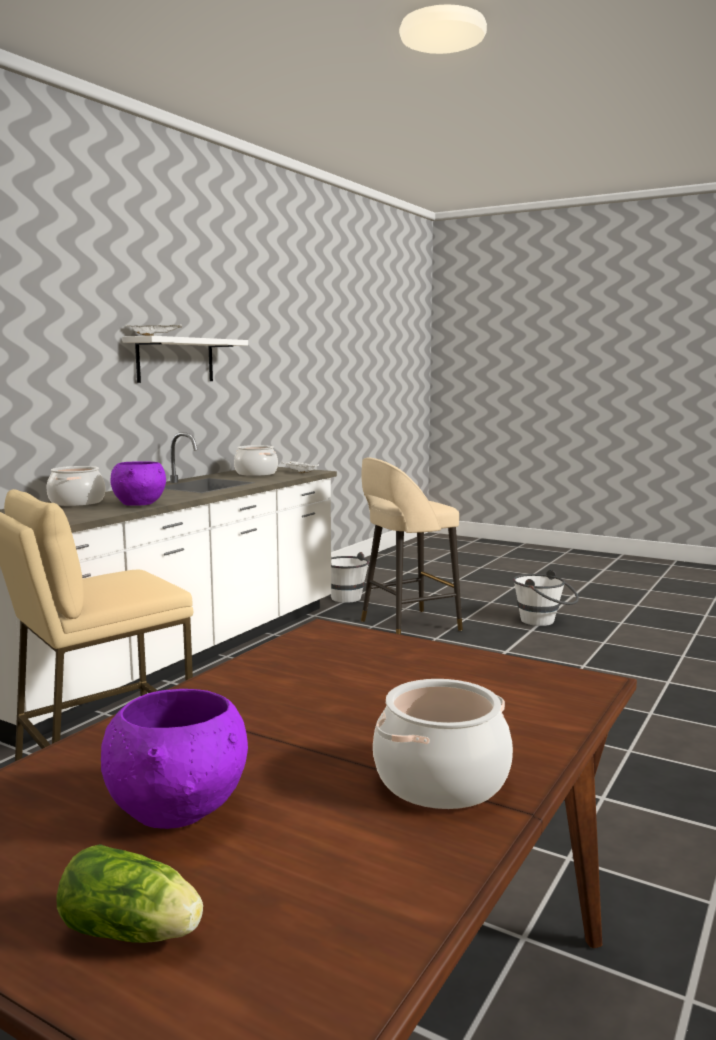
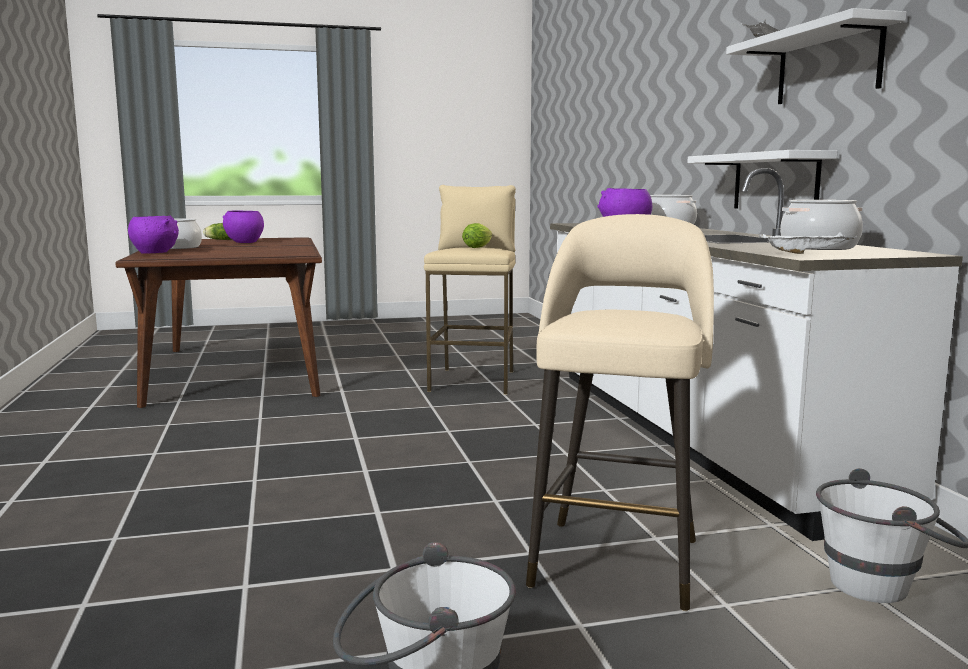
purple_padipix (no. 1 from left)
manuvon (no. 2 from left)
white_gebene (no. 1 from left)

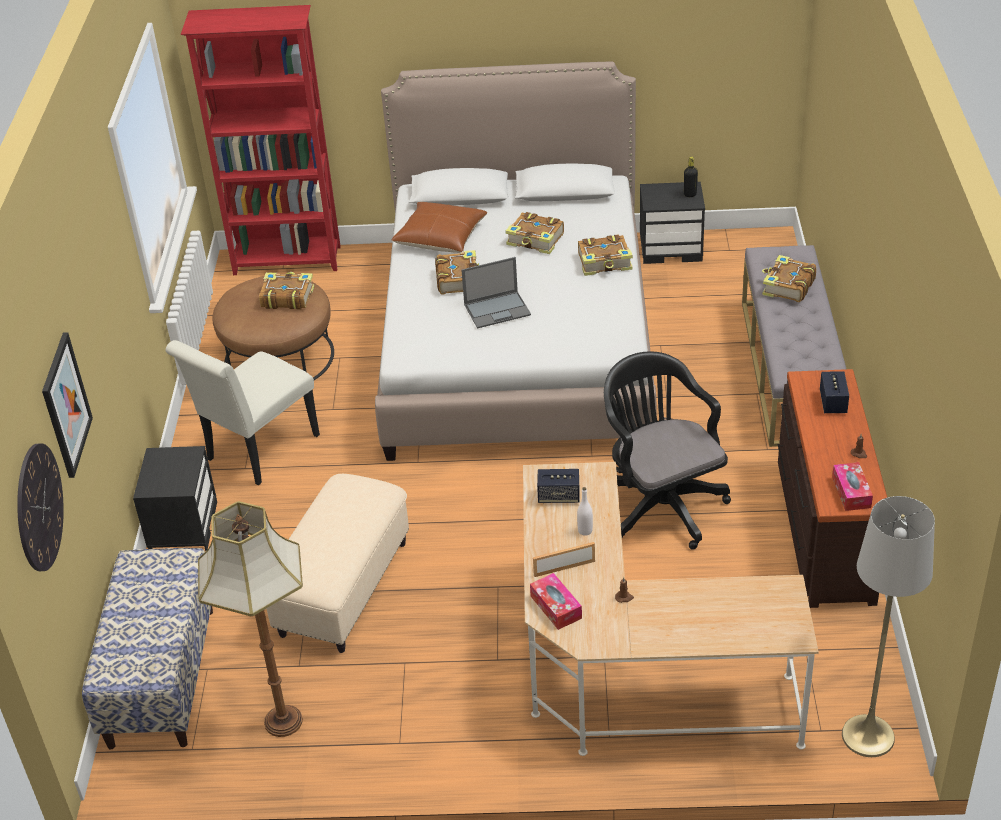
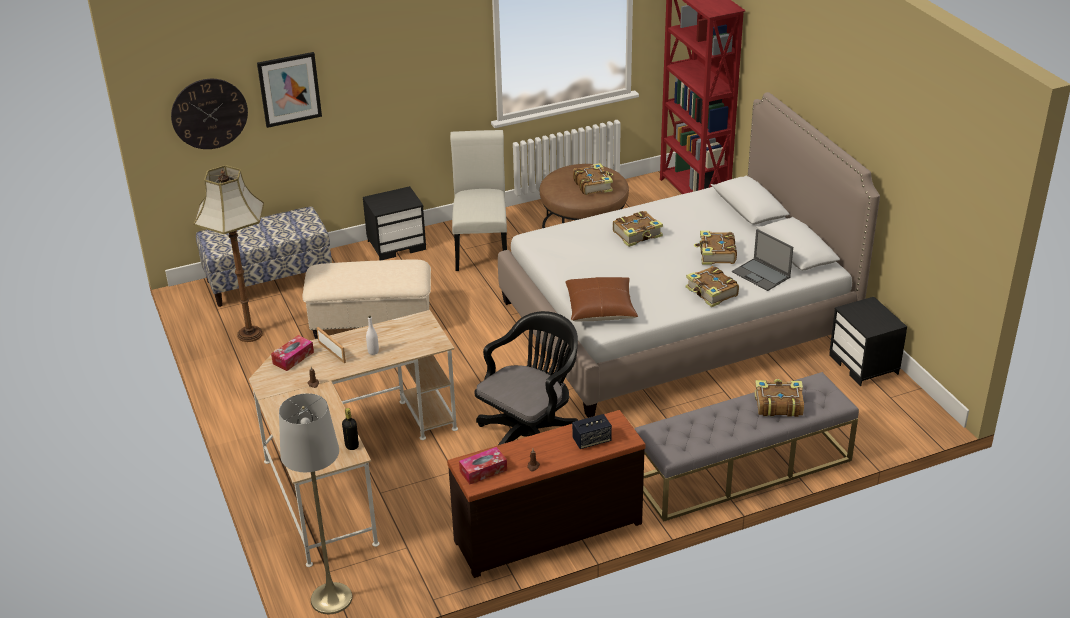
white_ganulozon
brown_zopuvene
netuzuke
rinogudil (no. 1 from left in the first image)
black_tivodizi

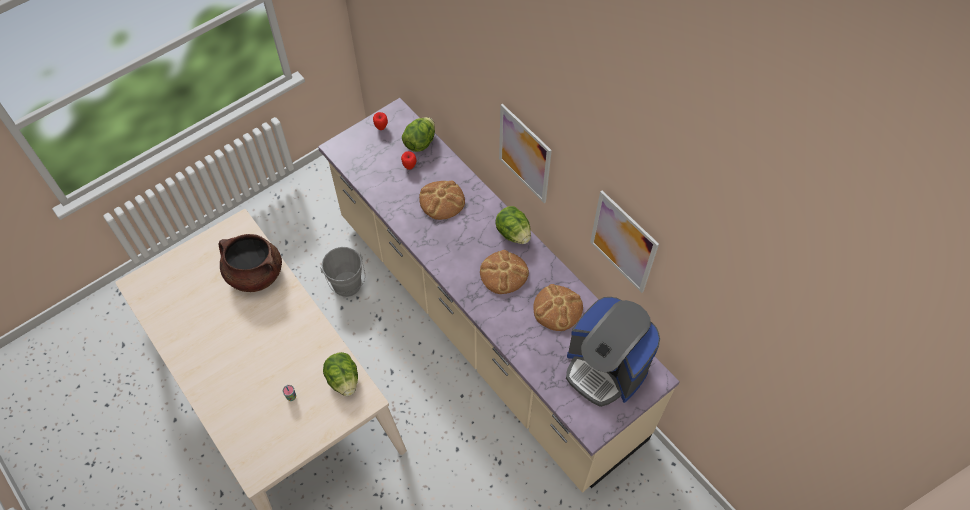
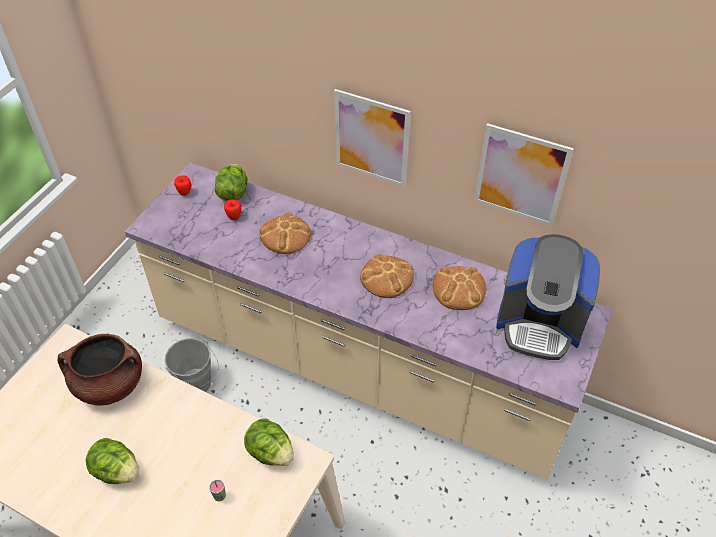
manuvon (no. 1 from left)

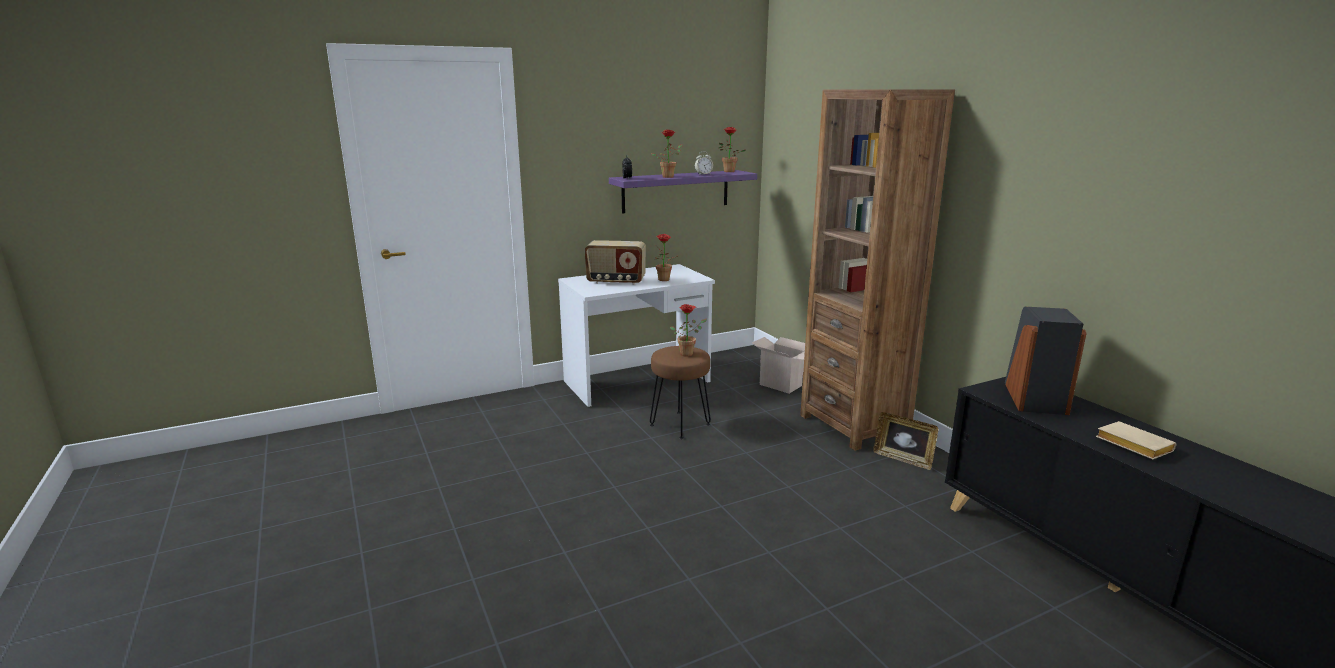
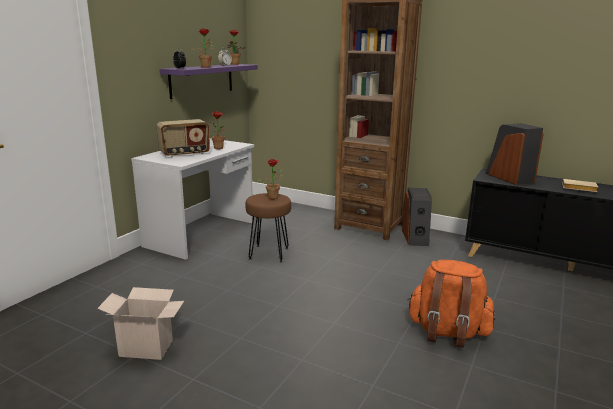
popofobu
rinogudil (no. 1 from left)
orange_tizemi

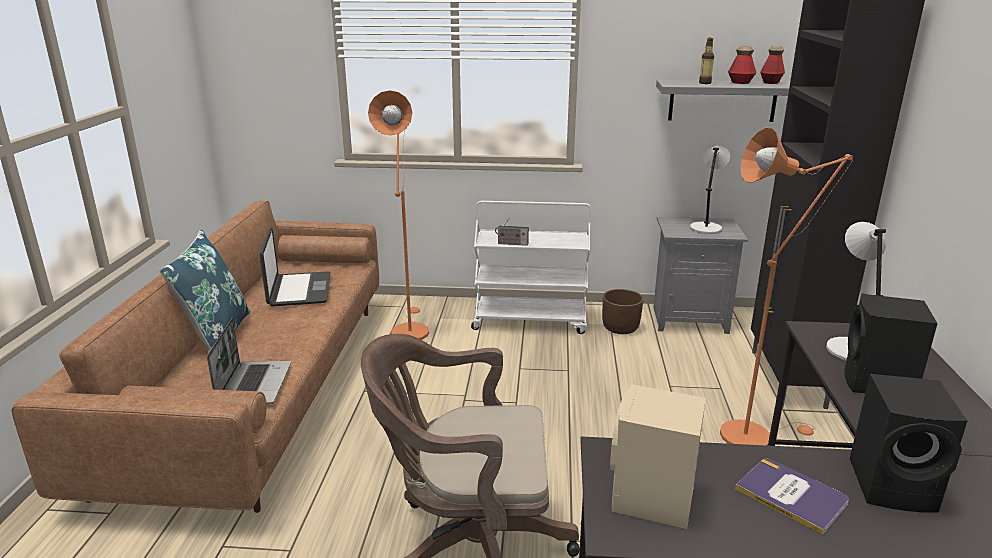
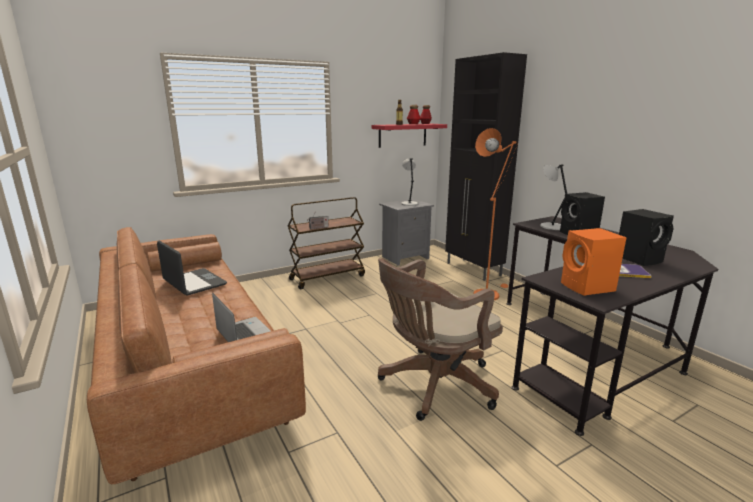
blue_zopuvene
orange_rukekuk (no. 1 from left in the first image)
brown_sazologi
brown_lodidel
orange_rinogudil
red_gebene

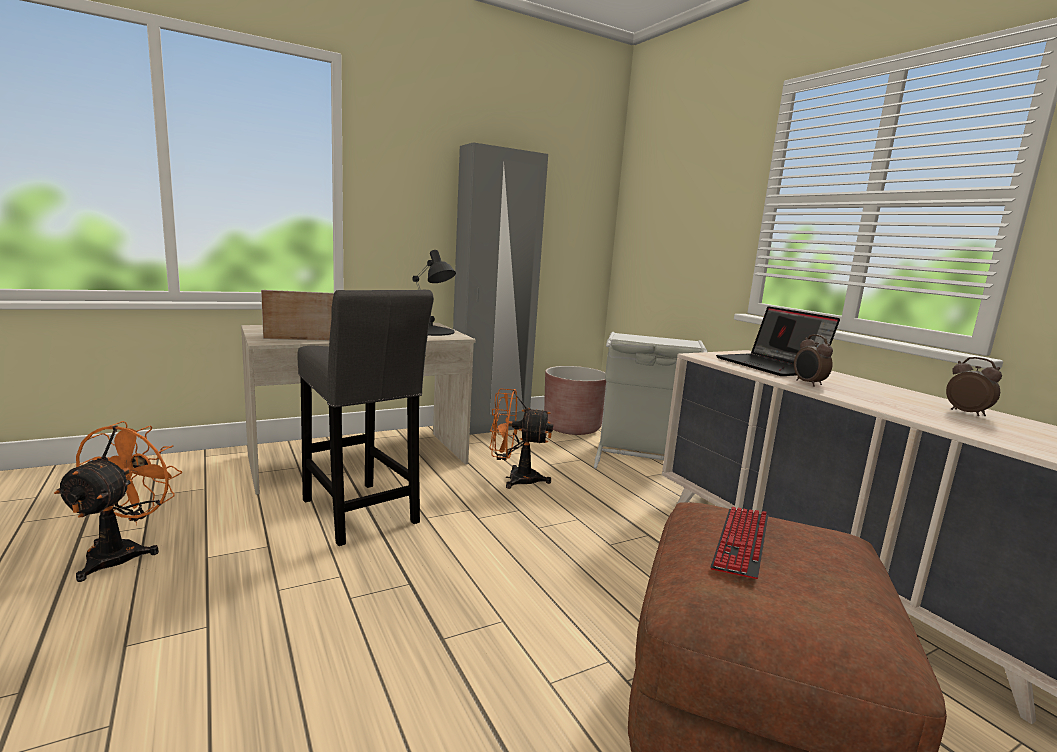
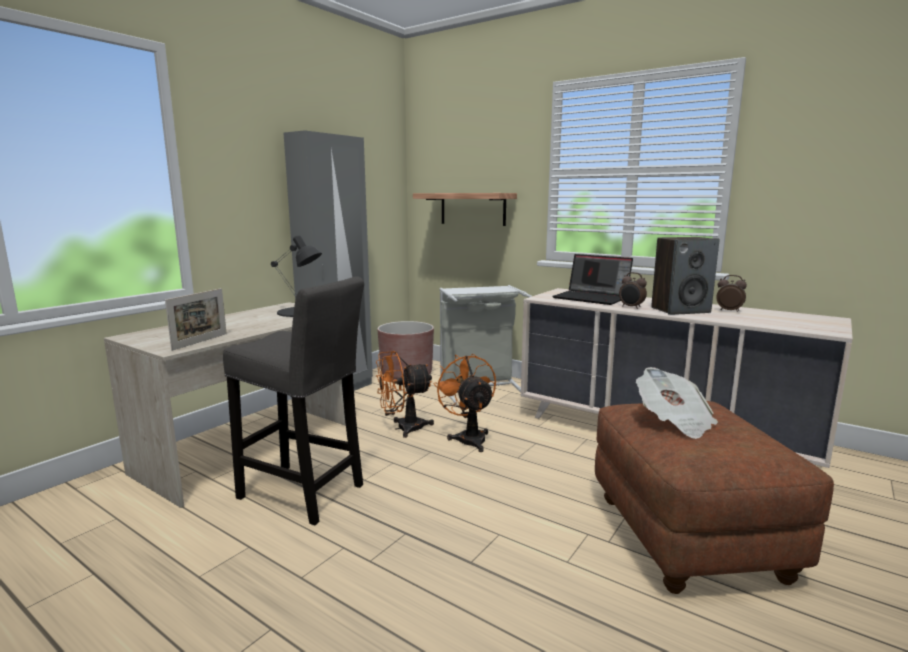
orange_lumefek (no. 2 from left)
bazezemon
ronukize
gebene
rinogudil

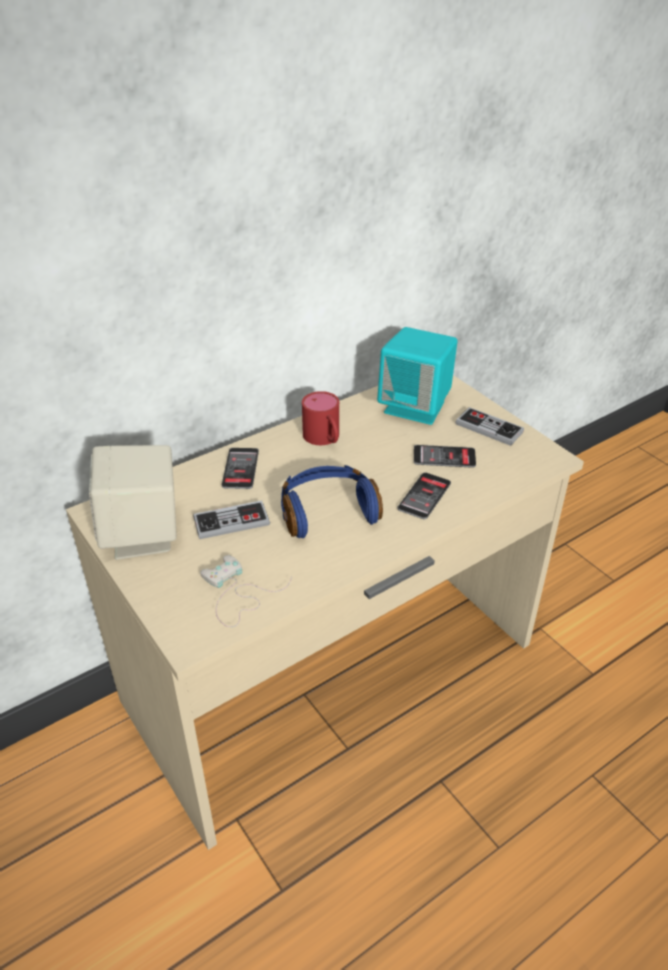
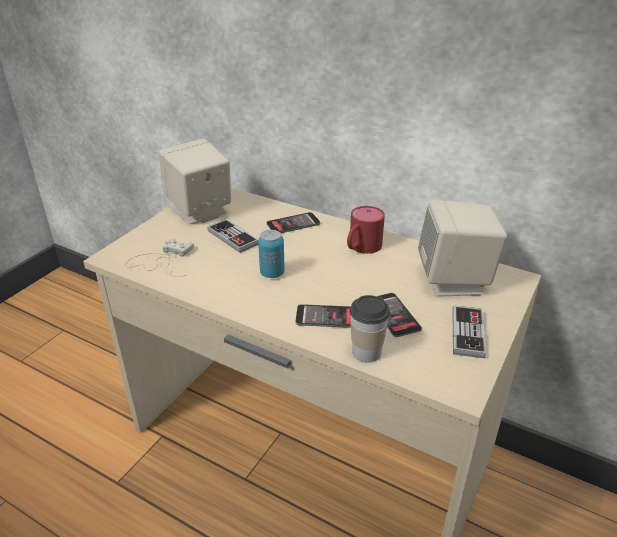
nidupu
beige_rinogudil (no. 2 from left)
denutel

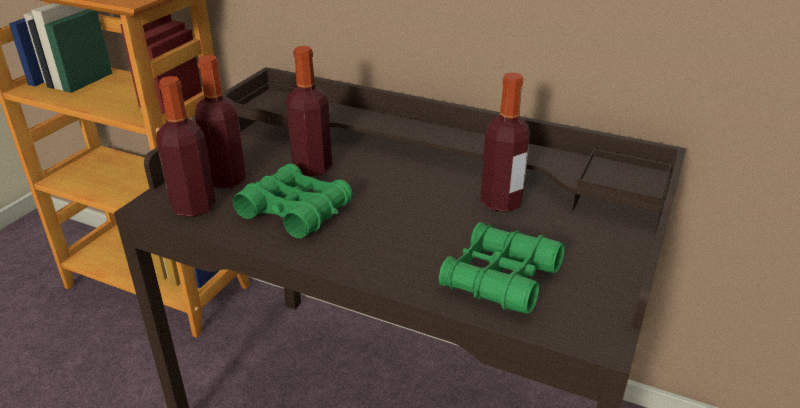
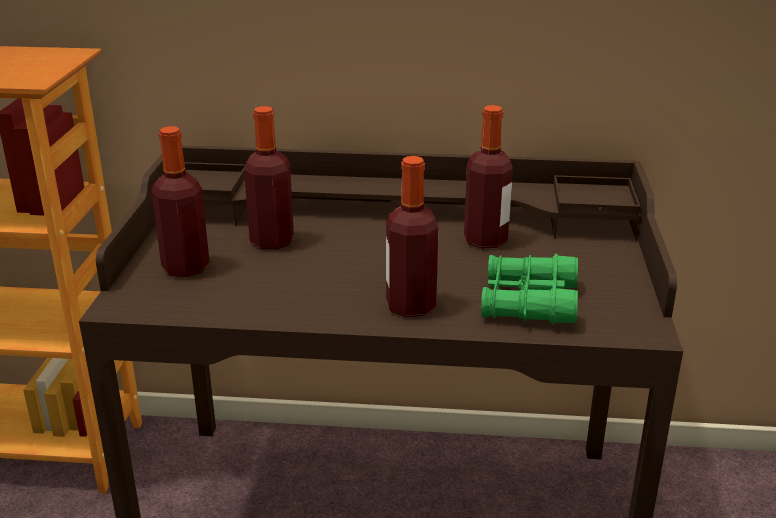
tivodizi (no. 3 from left)
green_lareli (no. 1 from left in the first image)

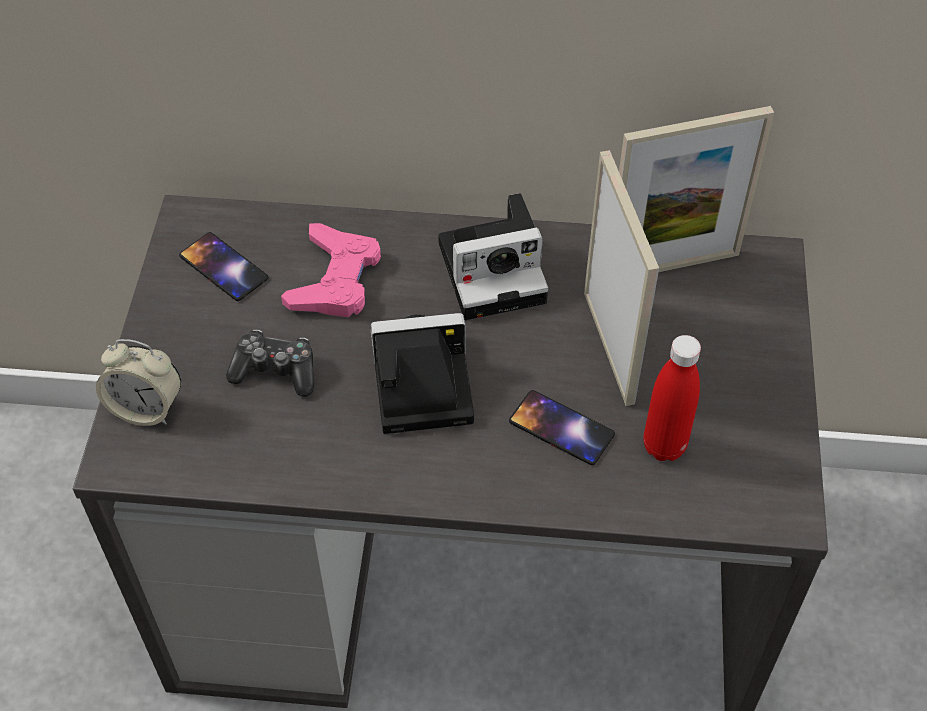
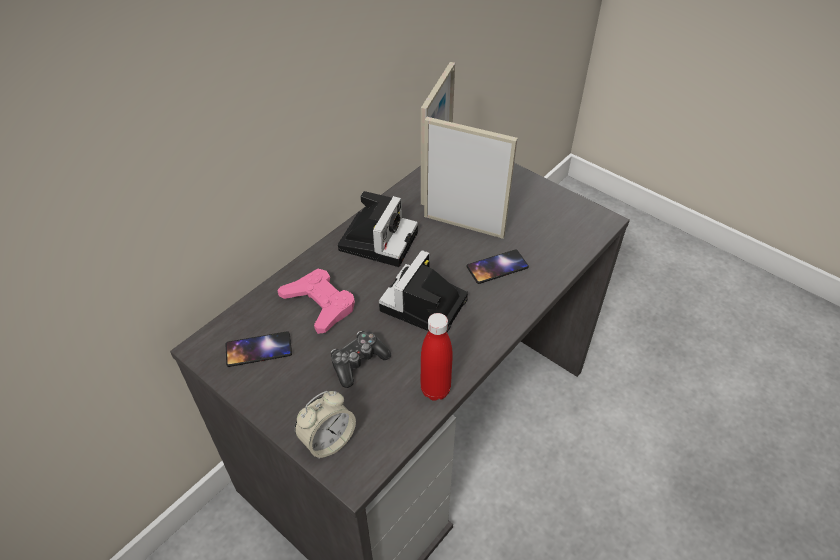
red_tivodizi

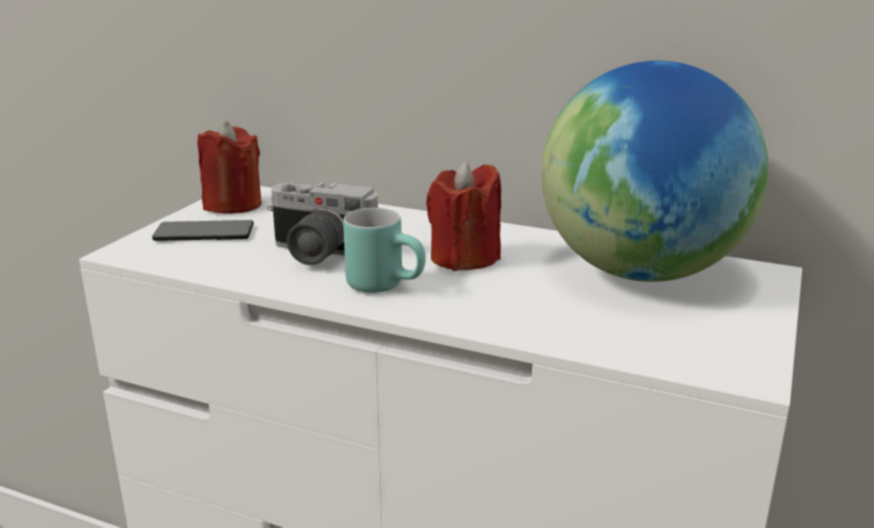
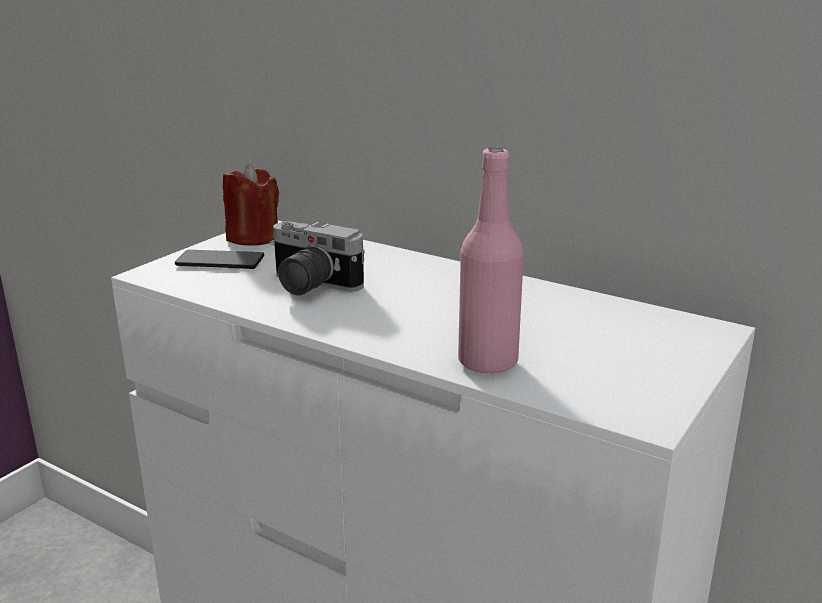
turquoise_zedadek
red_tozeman (no. 2 from left in the first image)
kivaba
pink_tivodizi

